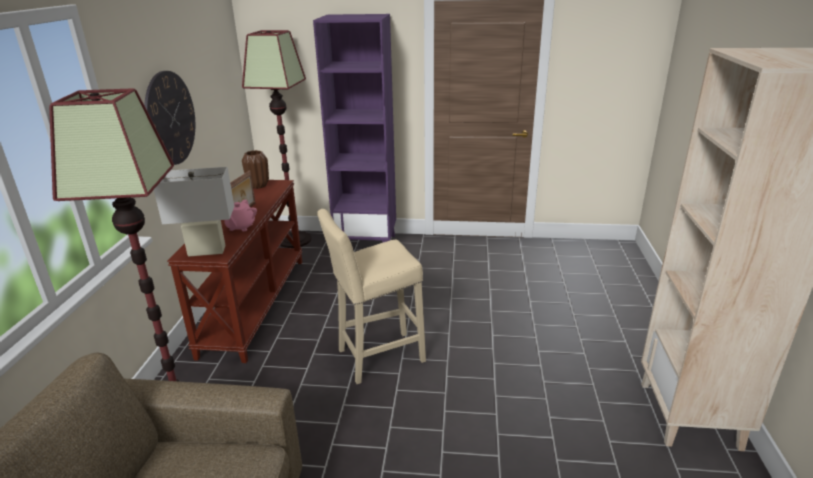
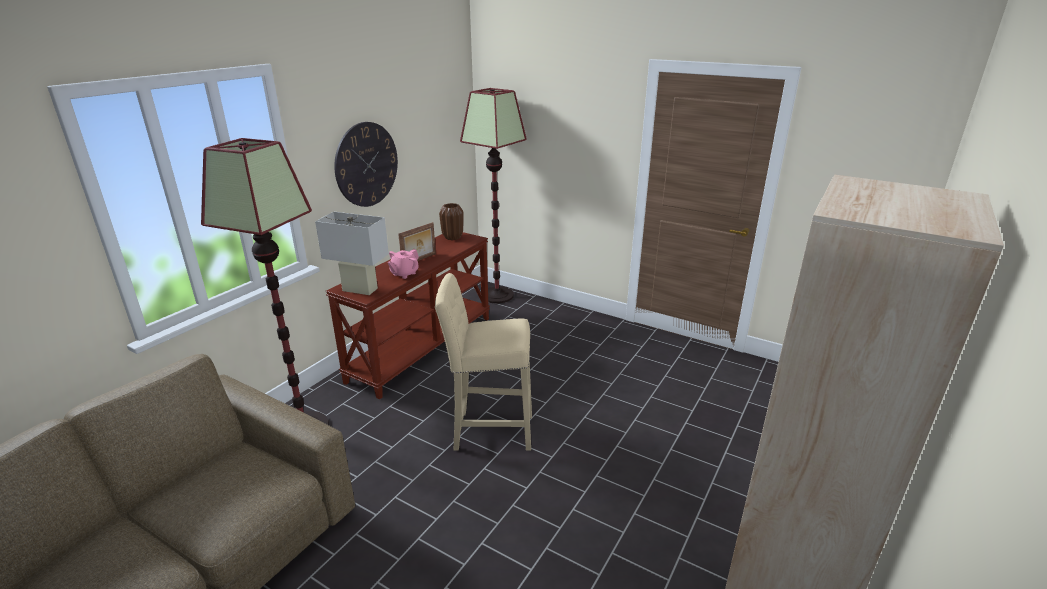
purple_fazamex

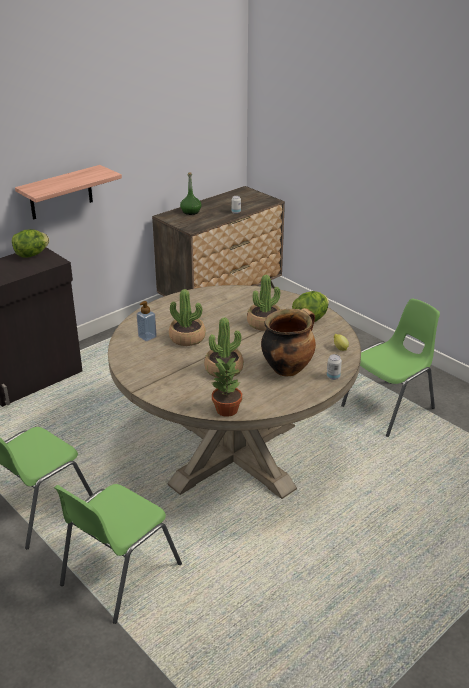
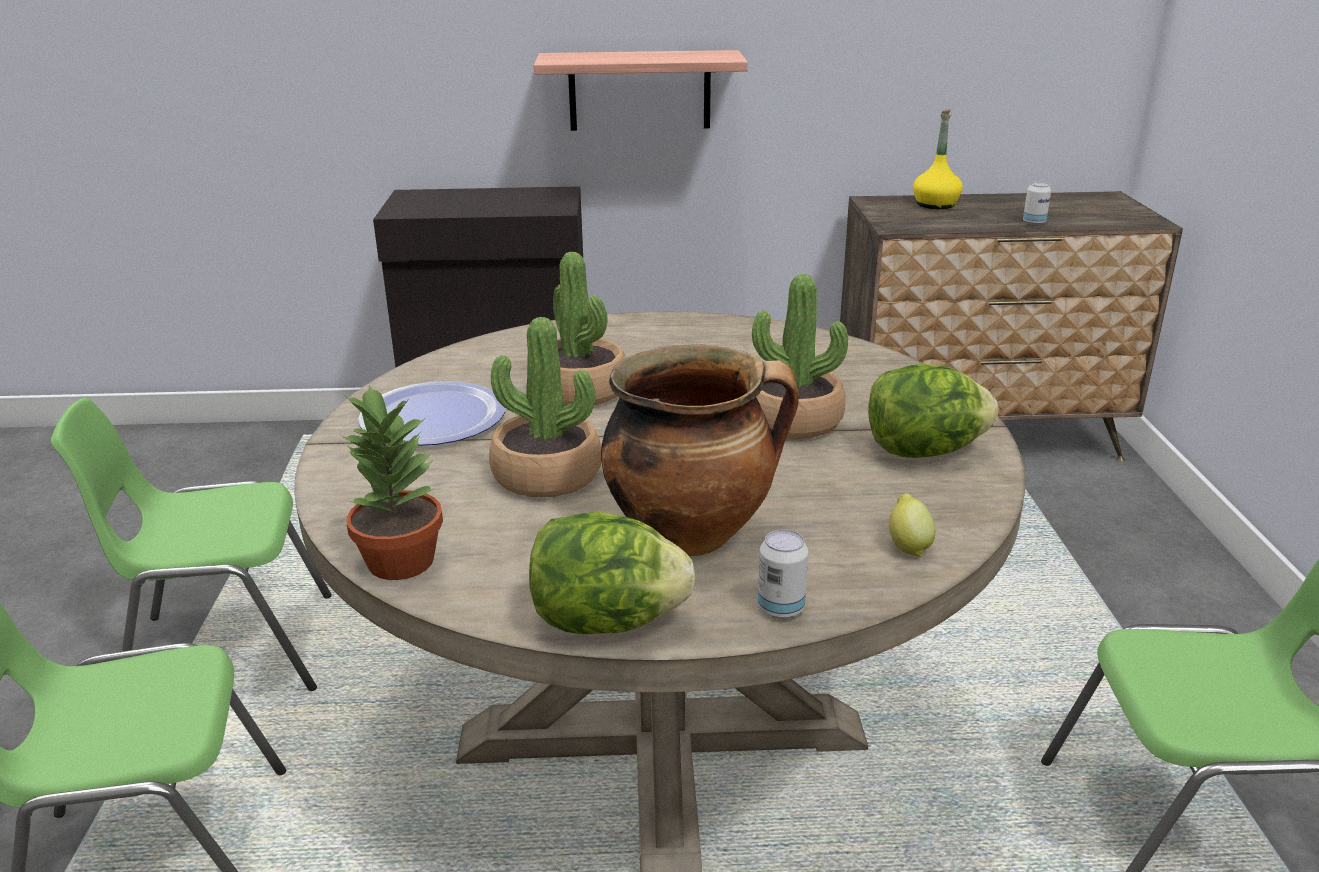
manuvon (no. 1 from left)
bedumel
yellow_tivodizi
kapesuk

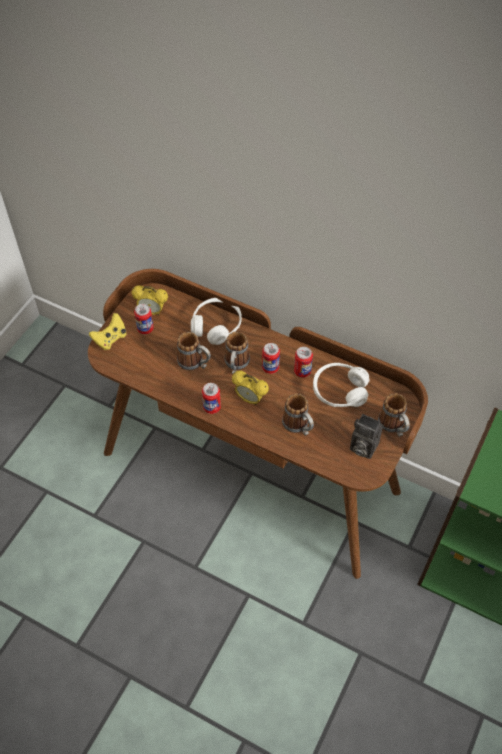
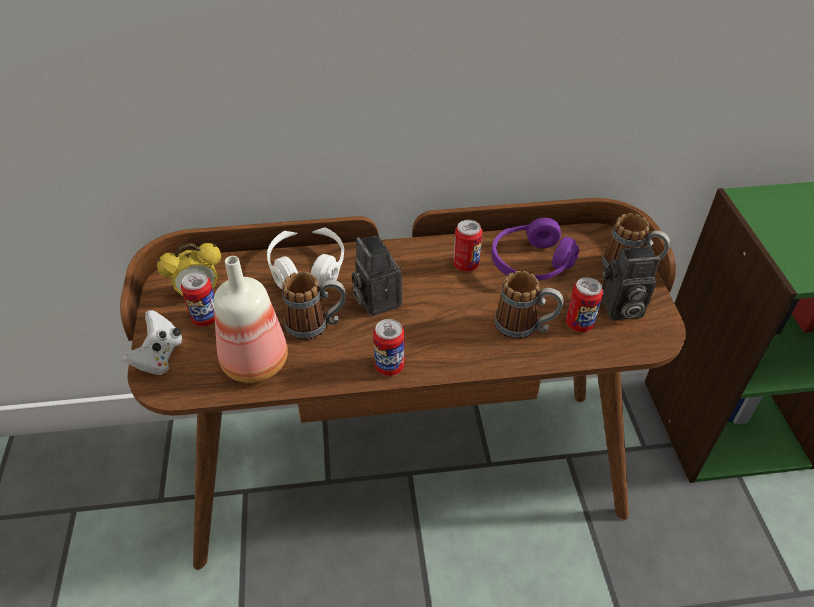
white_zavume
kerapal (no. 1 from left)
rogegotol (no. 2 from left in the first image)
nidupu (no. 4 from left)
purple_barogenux
tivodizi

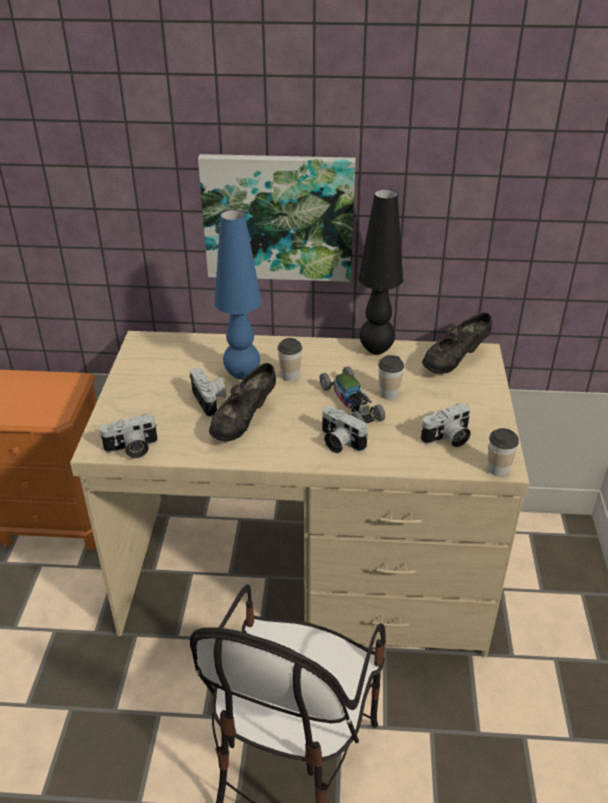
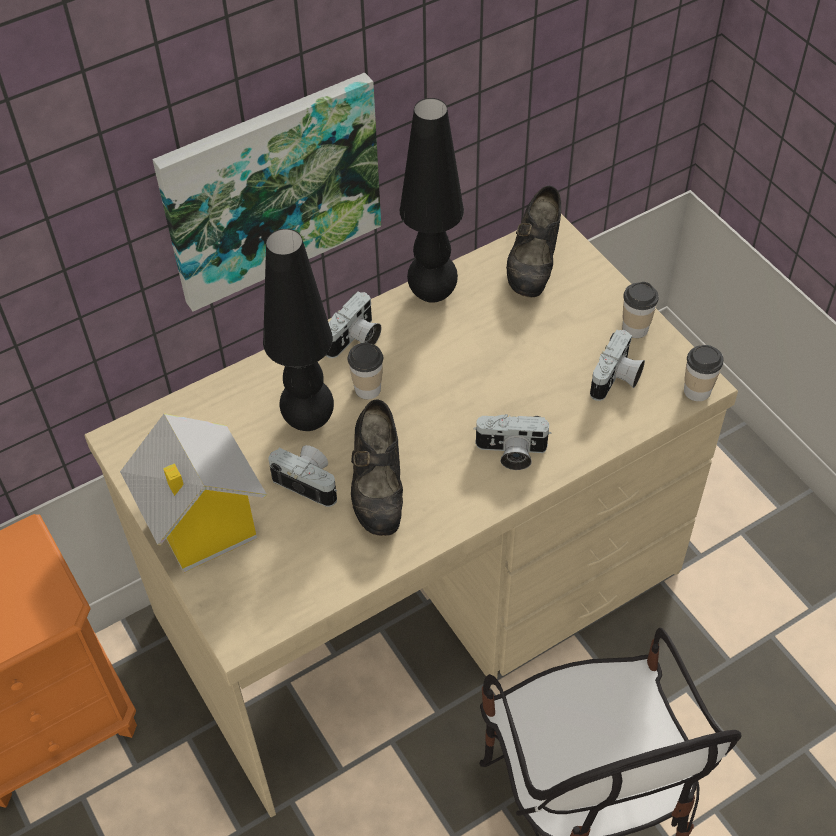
kerapal (no. 2 from left)
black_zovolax (no. 1 from left)
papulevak
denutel (no. 2 from left)
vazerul

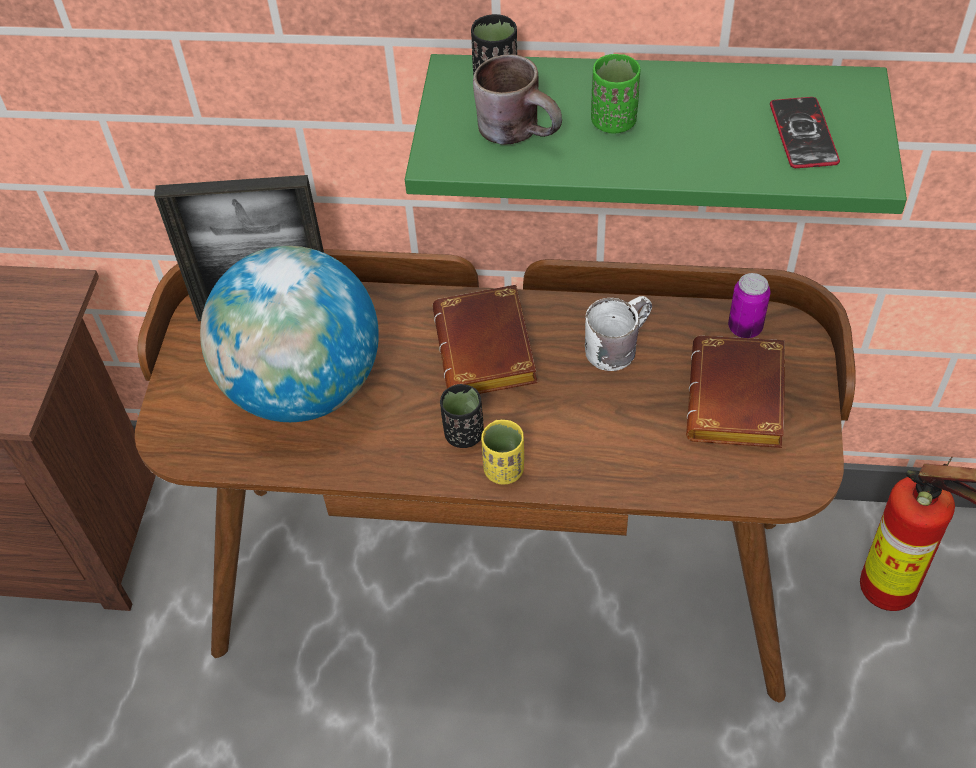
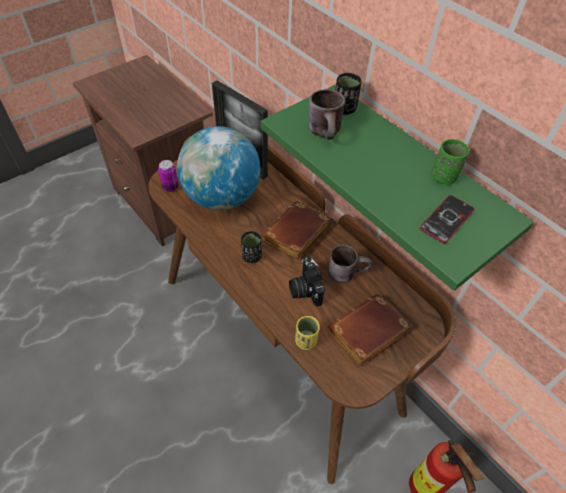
yellow_denutel
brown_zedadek (no. 2 from left)
green_denutel
nidupu
kerapal

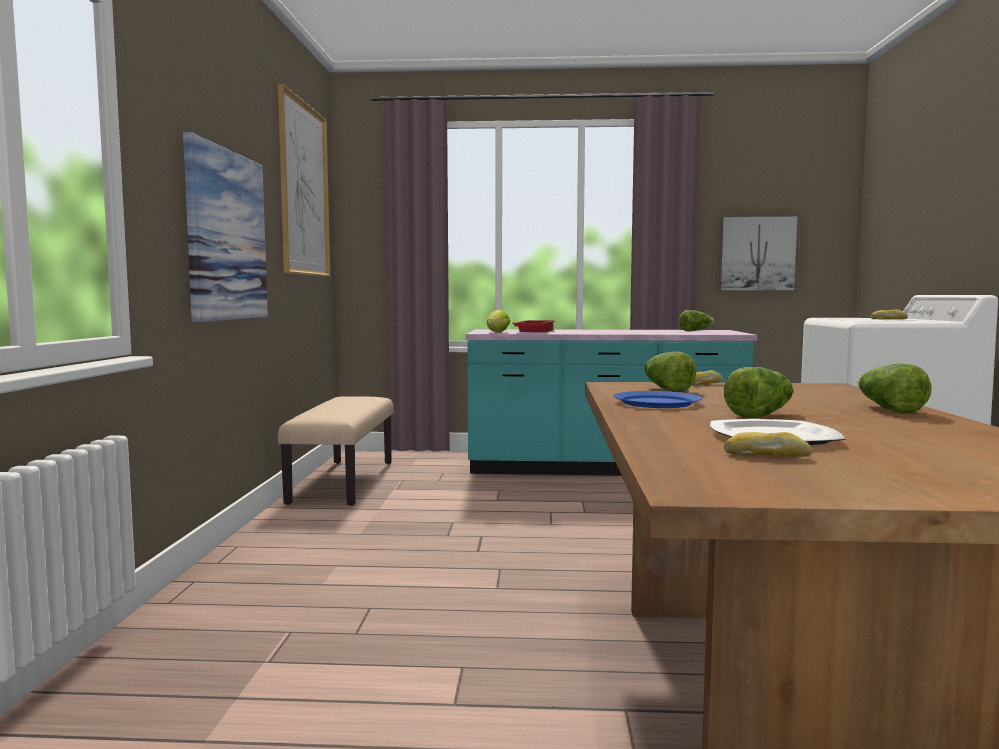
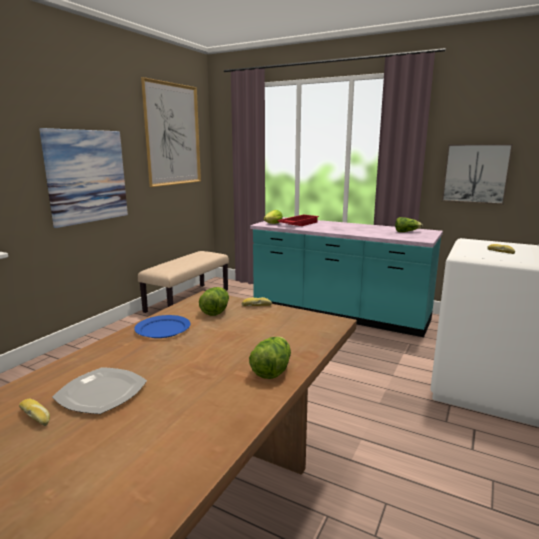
manuvon (no. 4 from left in the first image)

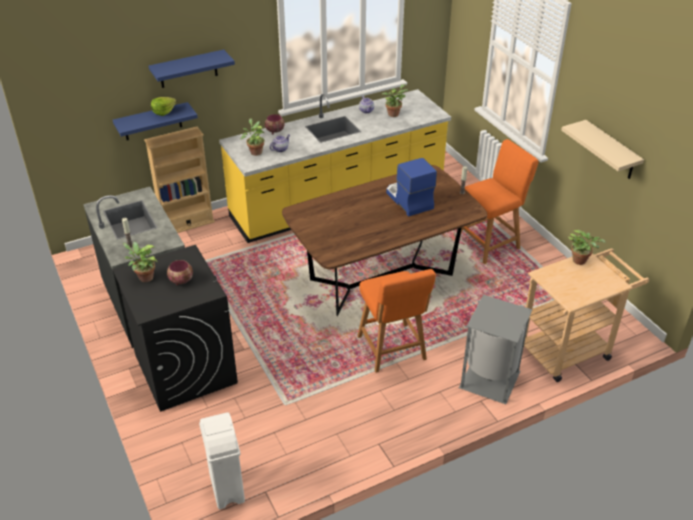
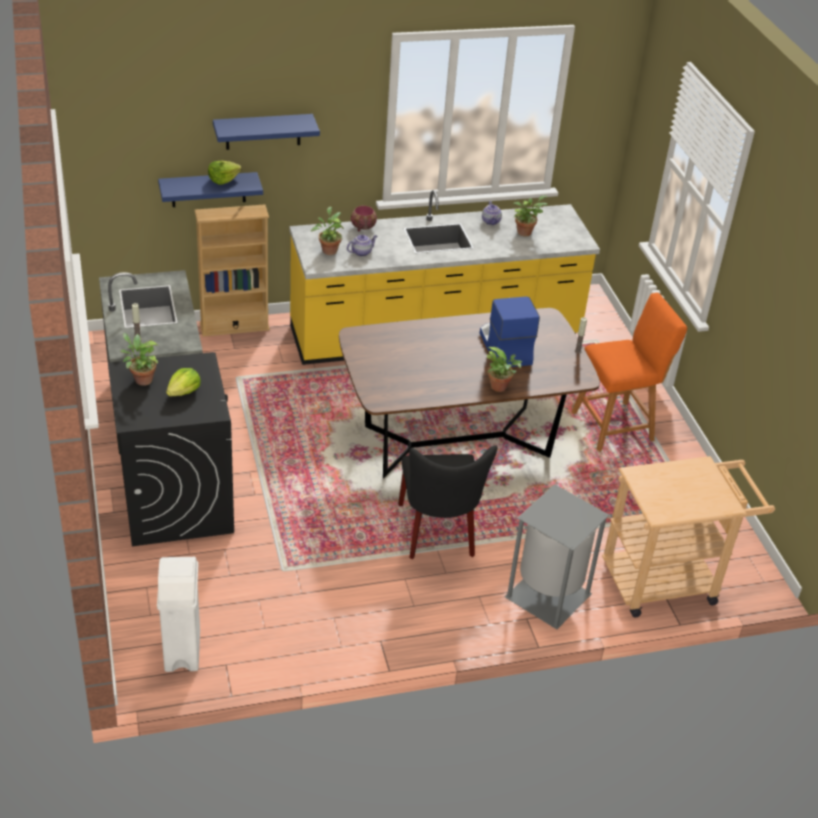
manuvon (no. 1 from left)
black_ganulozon
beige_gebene
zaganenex (no. 3 from left)

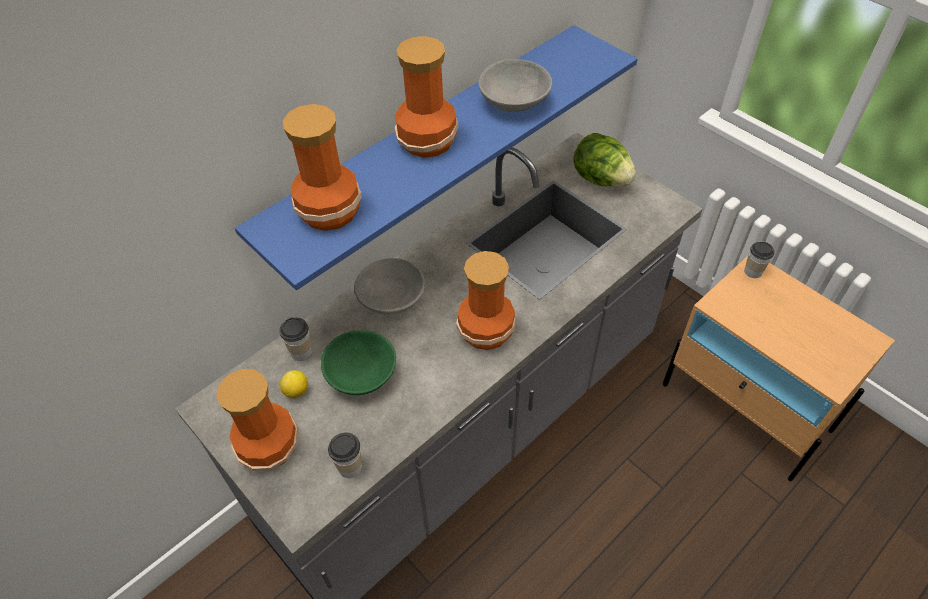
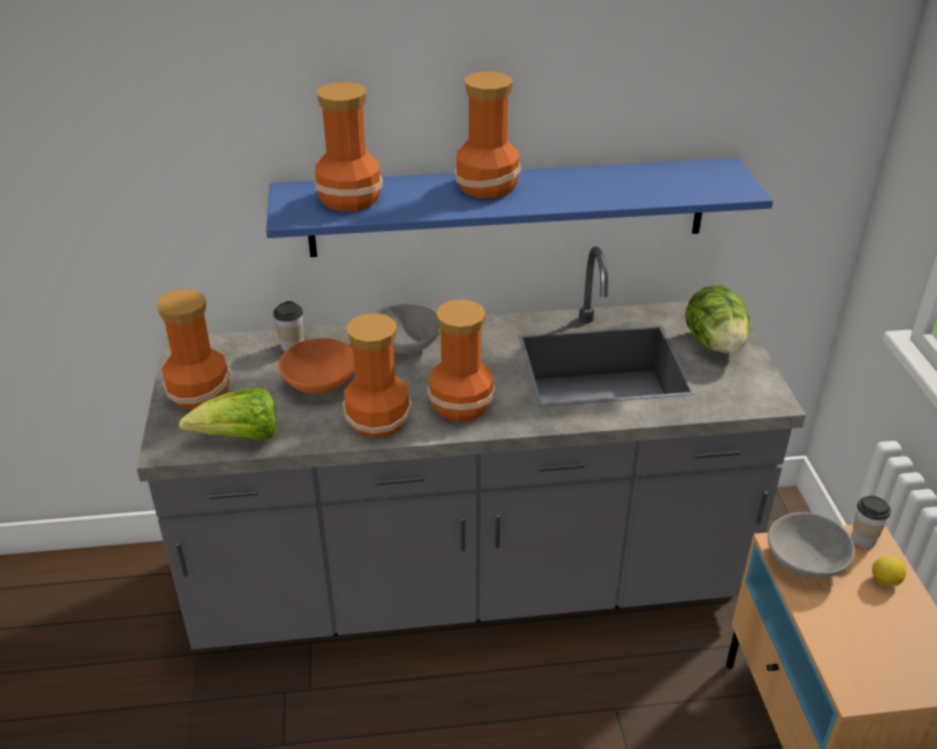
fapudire
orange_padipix
manuvon (no. 1 from left)
grey_padipix (no. 2 from left)
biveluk (no. 3 from left)

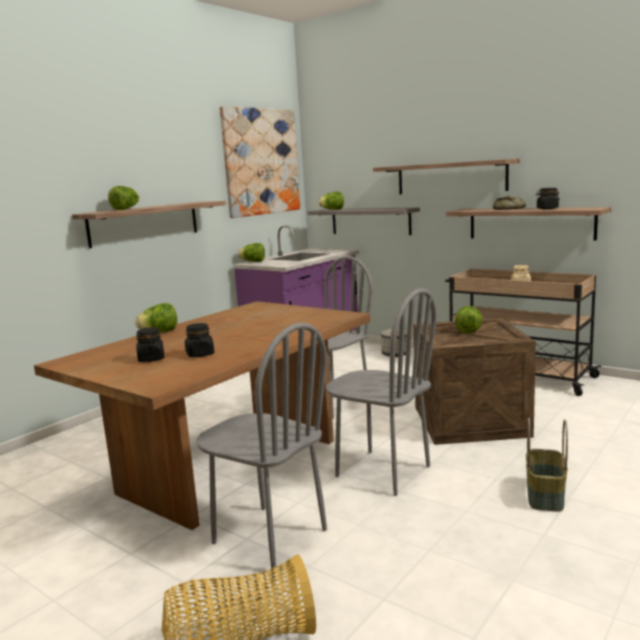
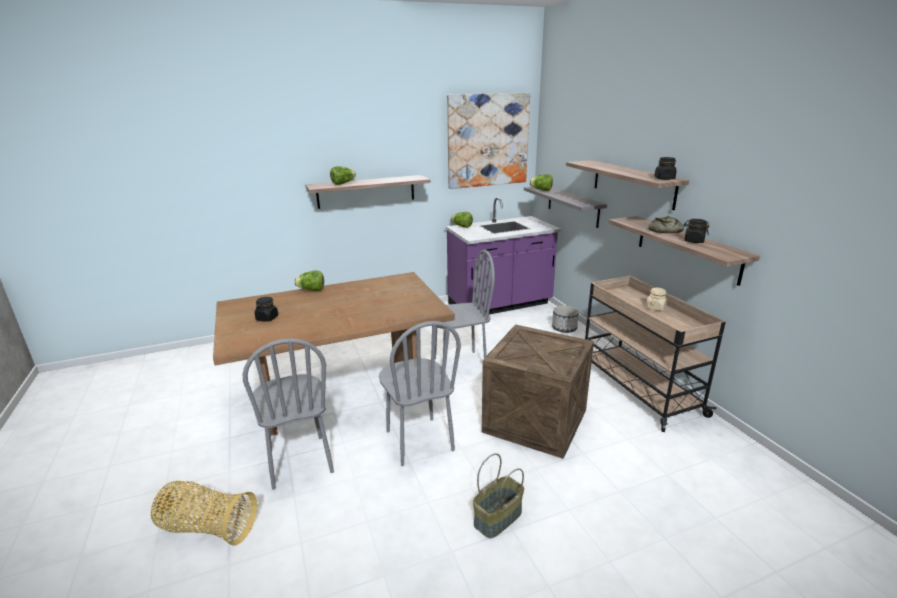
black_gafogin (no. 2 from left)
manuvon (no. 5 from left in the first image)

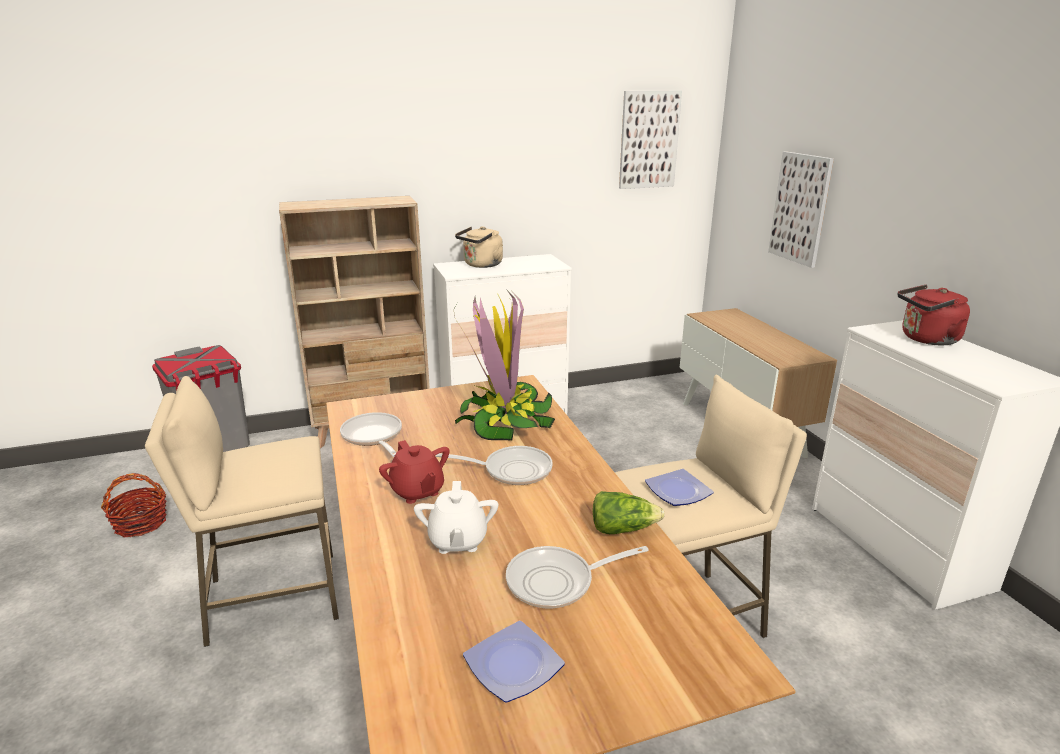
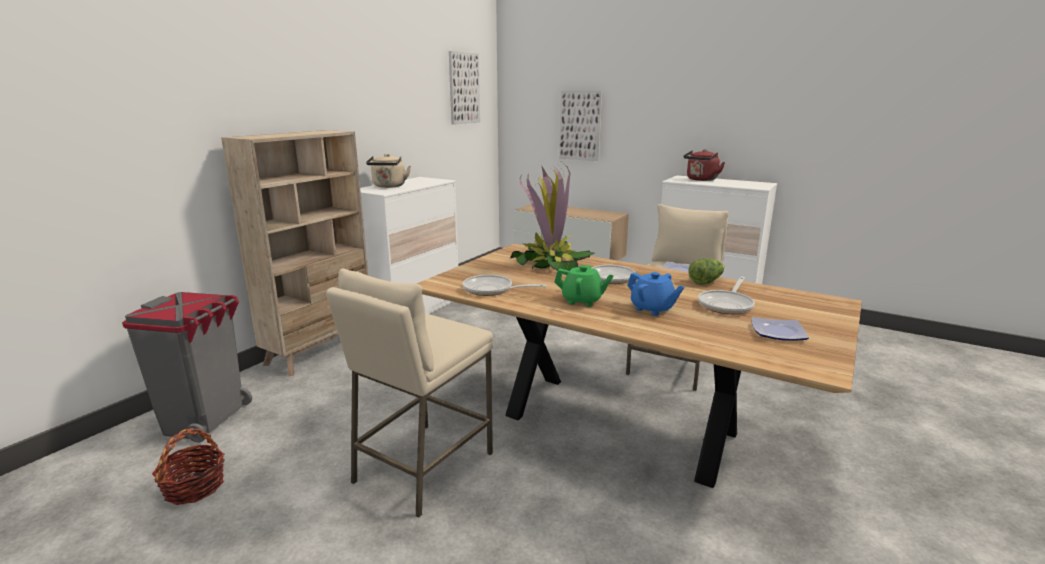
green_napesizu
blue_napesizu

